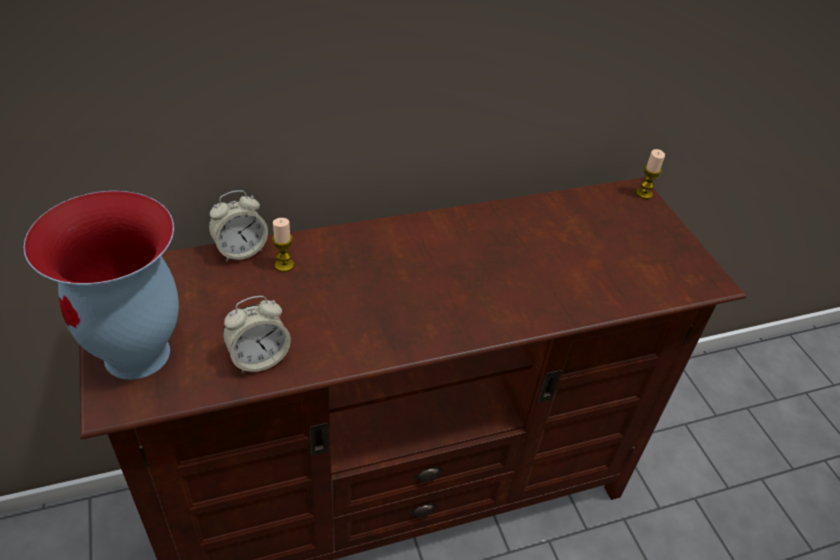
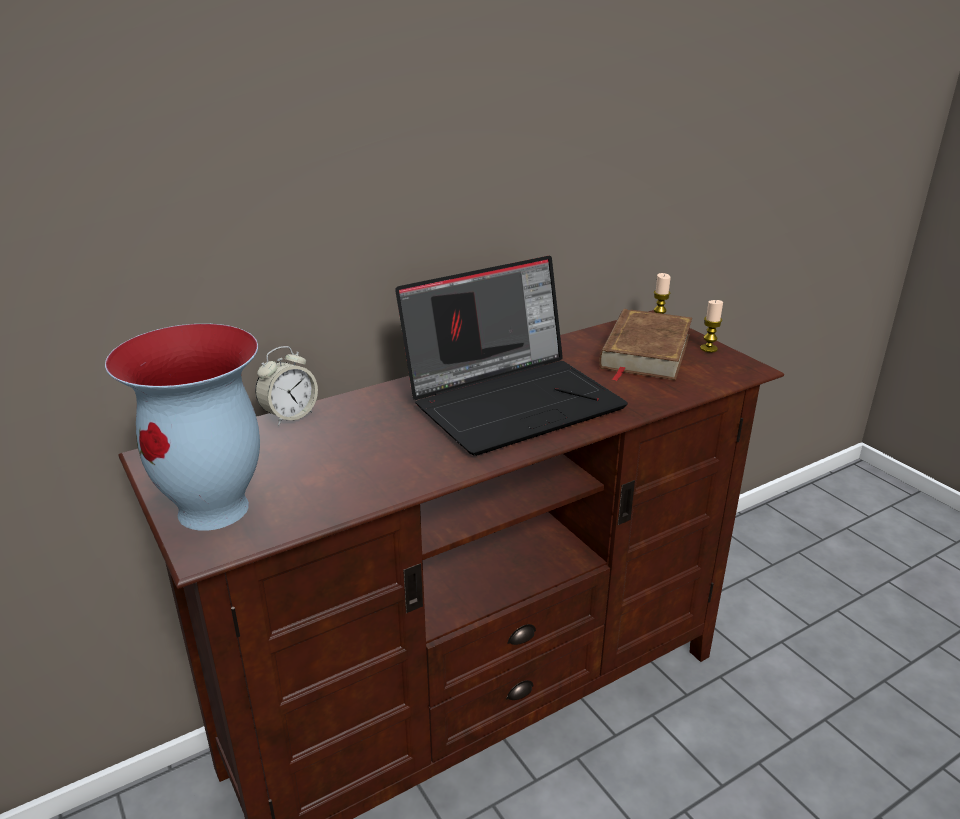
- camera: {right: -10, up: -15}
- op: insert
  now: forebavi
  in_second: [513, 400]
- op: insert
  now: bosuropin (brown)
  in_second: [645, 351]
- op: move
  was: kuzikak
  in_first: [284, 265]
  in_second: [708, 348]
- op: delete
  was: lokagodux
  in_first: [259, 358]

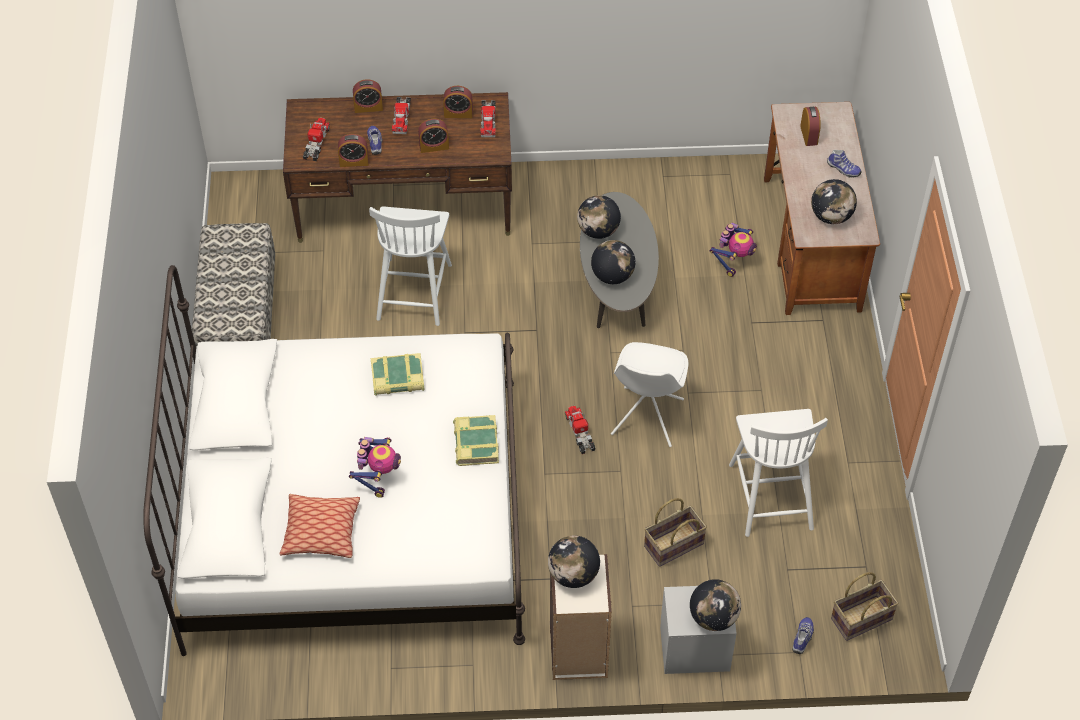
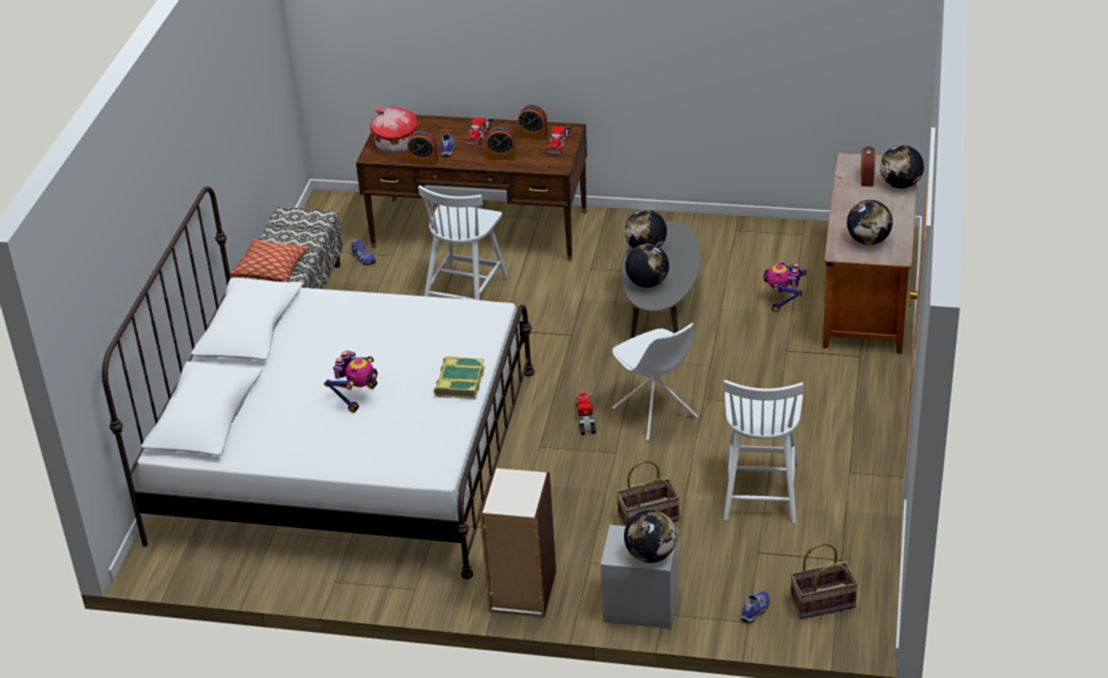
- camera: {right: 15, up: -15}
- op: move
  was: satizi
  in_first: [321, 532]
  in_second: [270, 269]
- op: move
  was: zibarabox
  in_first: [843, 169]
  in_second: [363, 259]
- op: replace
  was: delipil
  now: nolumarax
  in_first: [316, 143]
  in_second: [394, 145]
- op: rotate
  was: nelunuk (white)
  in_first: [646, 418]
  in_second: [655, 414]
  clockwise: -60
- op: rotate
  was: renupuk
  in_first: [733, 261]
  in_second: [784, 301]
  clockwise: 150
- op: move
  was: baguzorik
  in_first: [573, 575]
  in_second: [900, 185]
- op: delete
  was: lokagodux
  in_first: [368, 107]
- op: delete
  was: bosuropin
  in_first: [398, 379]

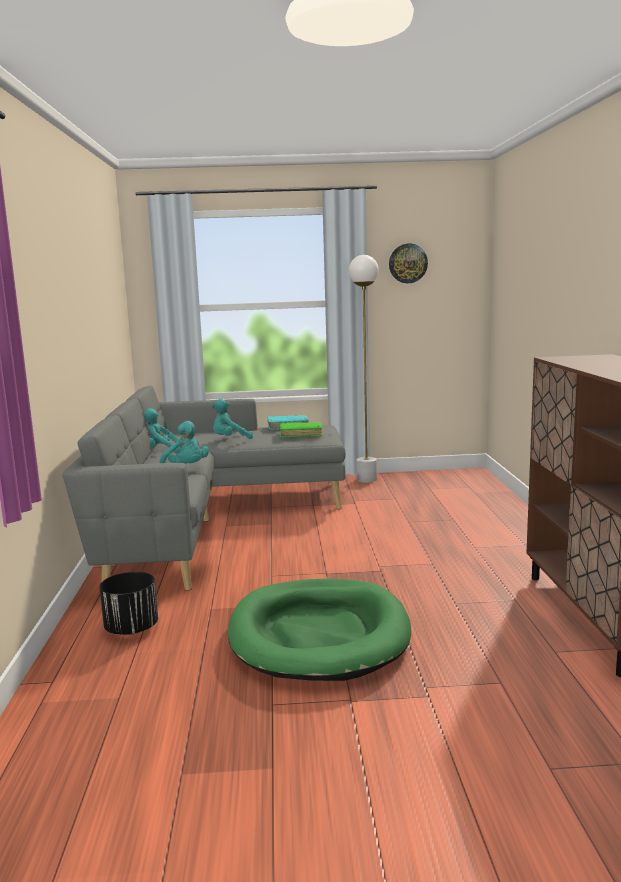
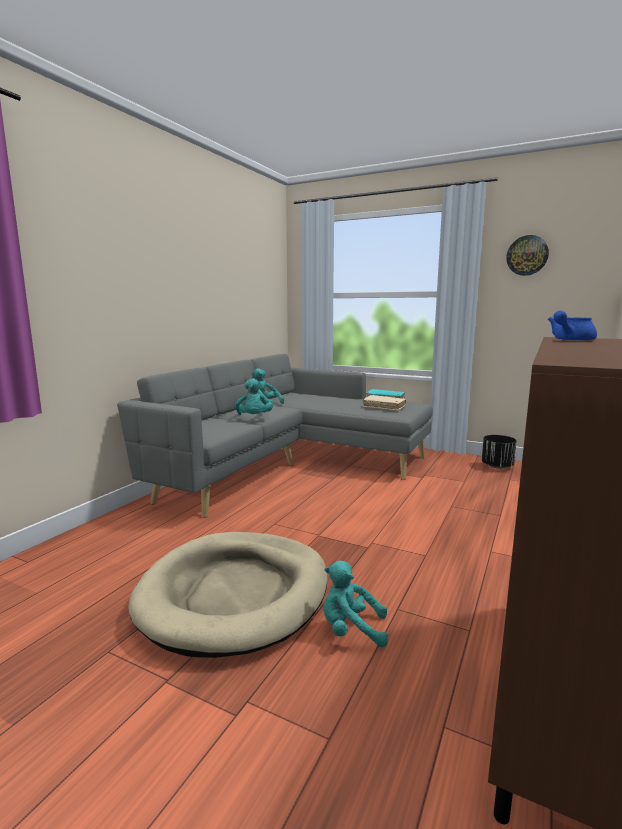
- camera: {right: 30, up: 0}
- op: recolor
  was: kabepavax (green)
  now: kabepavax (beige)
  in_first: [319, 635]
  in_second: [235, 594]
- op: move
  was: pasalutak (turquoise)
  in_first: [230, 439]
  in_second: [351, 630]
- op: recolor
  was: bosuropin (green)
  now: bosuropin (beige)
  in_first: [301, 434]
  in_second: [384, 407]
- op: move
  was: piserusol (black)
  in_first: [132, 629]
  in_second: [497, 466]
- op: insert
  now: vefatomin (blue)
  in_second: [569, 340]
- op: delete
  was: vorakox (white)
  in_first: [366, 479]

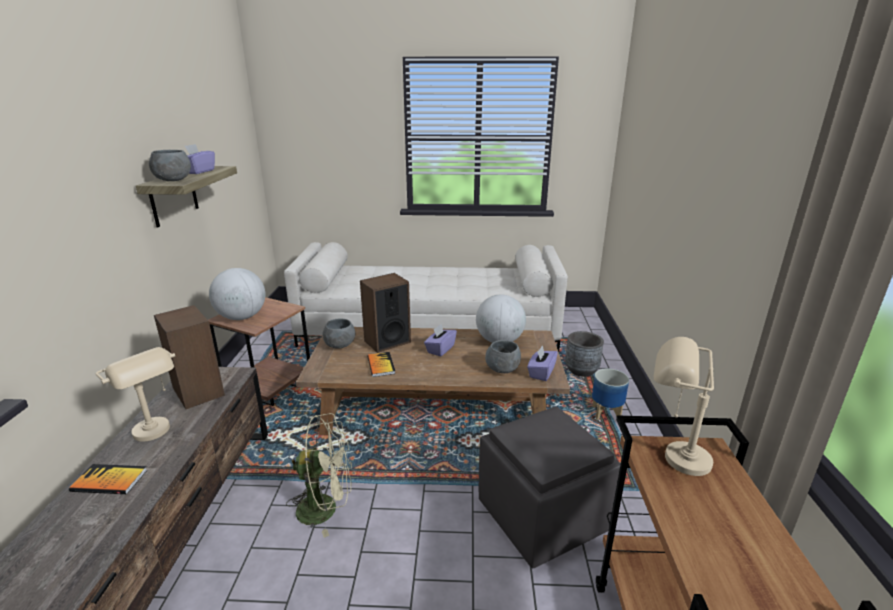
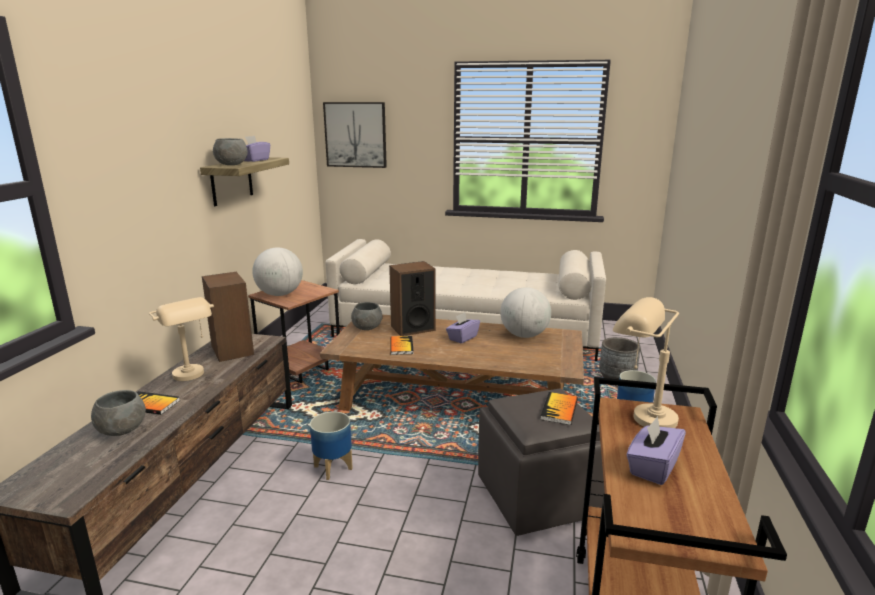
- camera: {right: 10, up: -5}
- op: move
  was: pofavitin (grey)
  in_first: [502, 369]
  in_second: [122, 430]
- op: replace
  was: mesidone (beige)
  now: piserusol
  in_first: [326, 508]
  in_second: [333, 467]
- op: insert
  now: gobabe
  in_second: [355, 135]
- op: insert
  now: bosuropin
  in_second: [559, 409]
- op: move
  was: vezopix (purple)
  in_first: [541, 373]
  in_second: [652, 467]

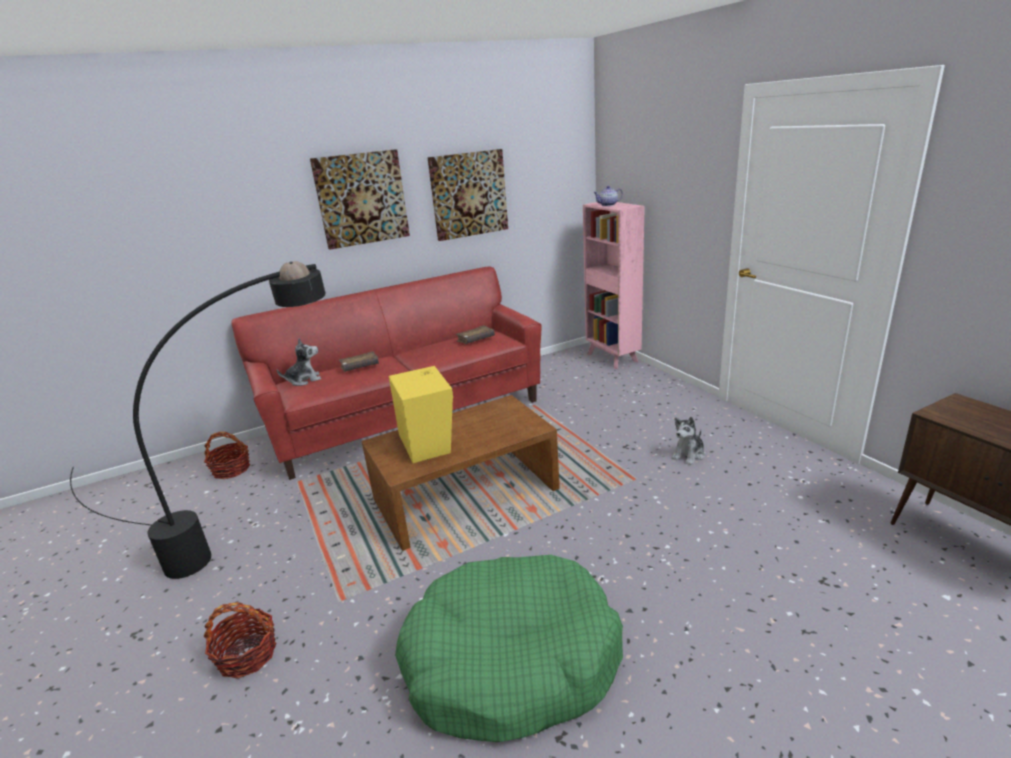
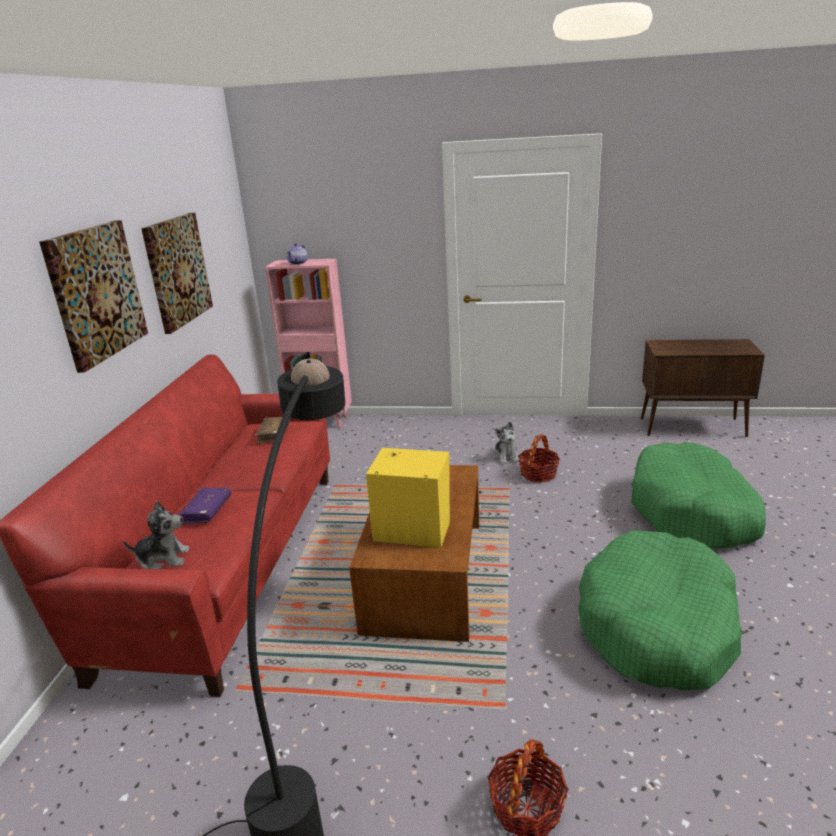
- camera: {right: -55, up: 0}
- op: rotate
  was: pasalutak
  in_first: [304, 380]
  in_second: [163, 559]
  clockwise: 75
- op: recolor
  was: bosuropin (brown)
  now: bosuropin (purple)
  in_first: [360, 367]
  in_second: [207, 511]
- op: move
  was: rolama
  in_first: [231, 469]
  in_second: [538, 474]
- op: insert
  now: kabepavax (green)
  in_second: [693, 511]

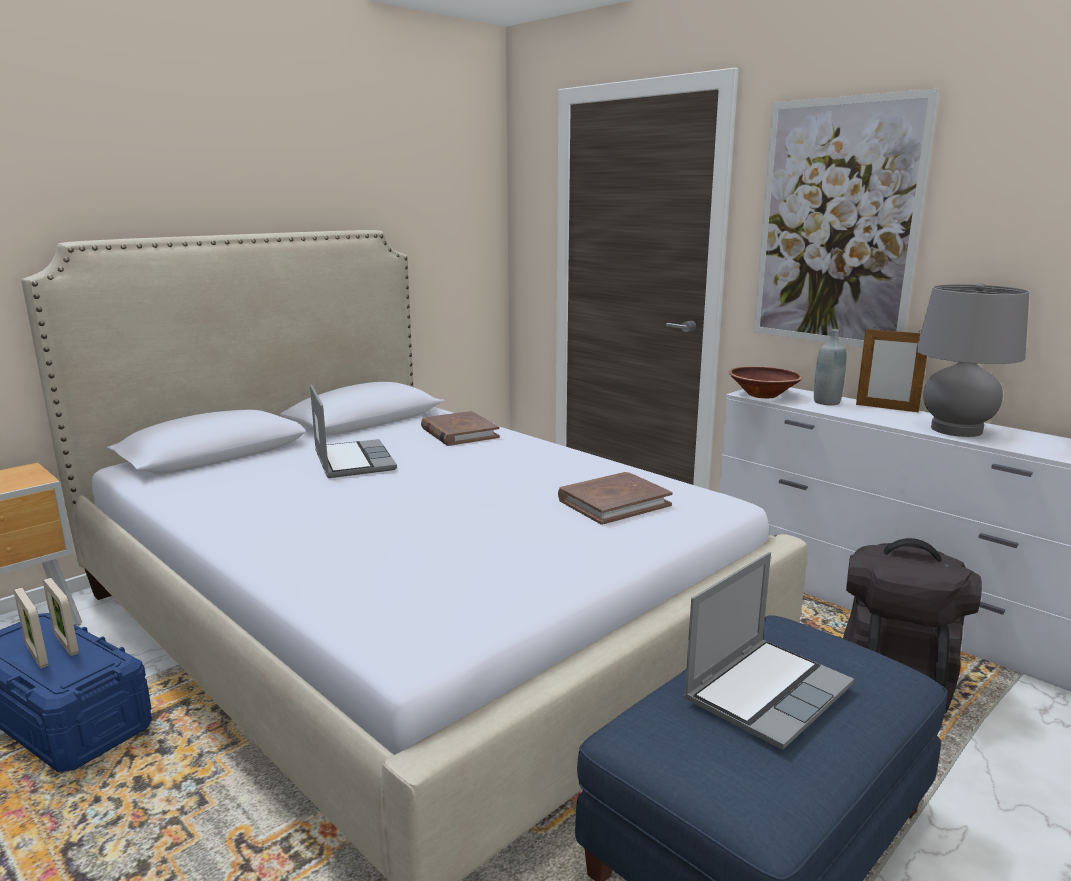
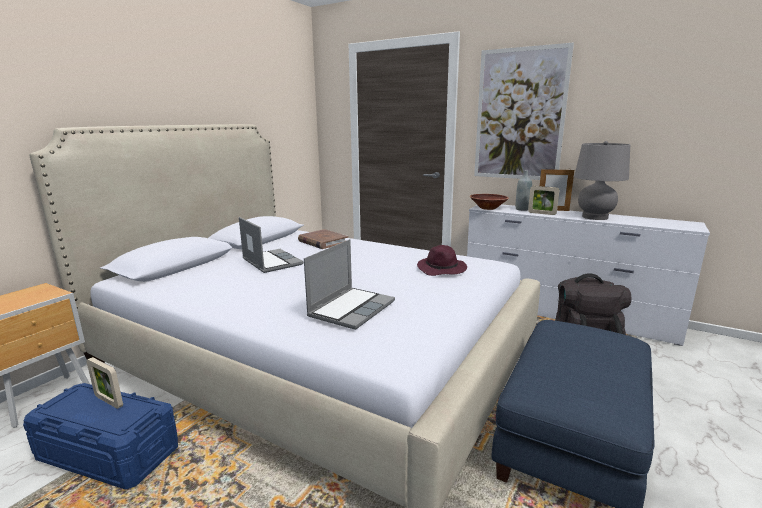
- camera: {right: -15, up: 0}
- op: move
  was: forebavi
  in_first: [767, 692]
  in_second: [351, 308]
- op: replace
  was: bosuropin (brown)
  now: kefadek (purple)
  in_first: [614, 502]
  in_second: [442, 269]
- op: move
  was: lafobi
  in_first: [37, 655]
  in_second: [542, 213]

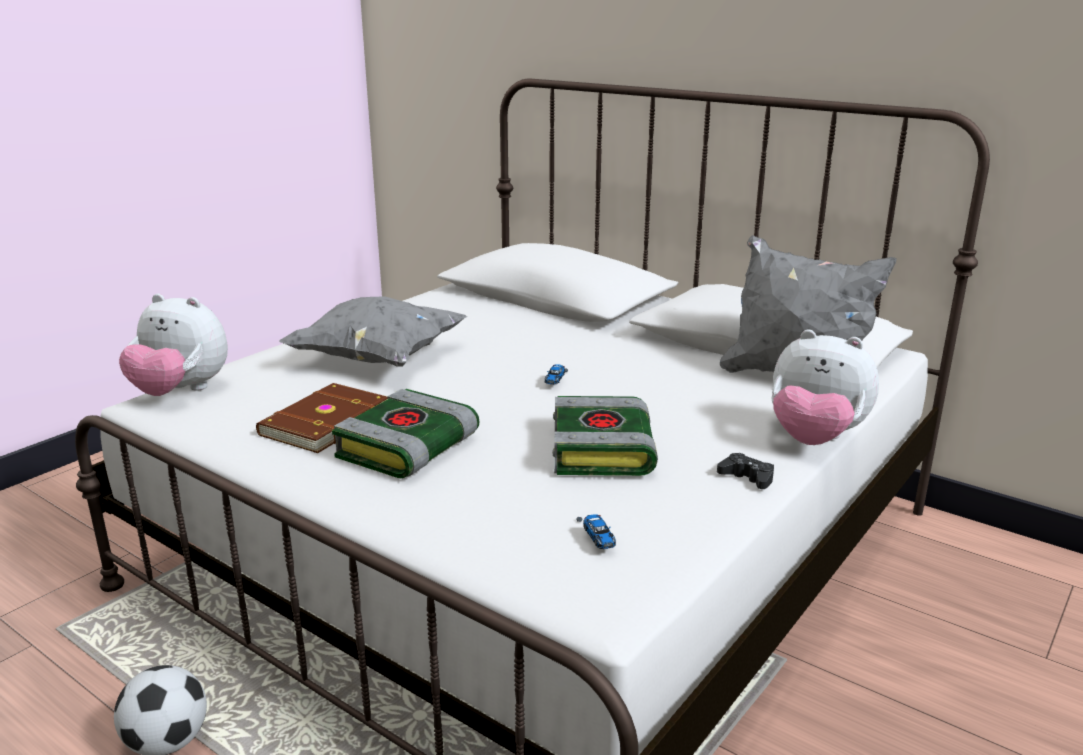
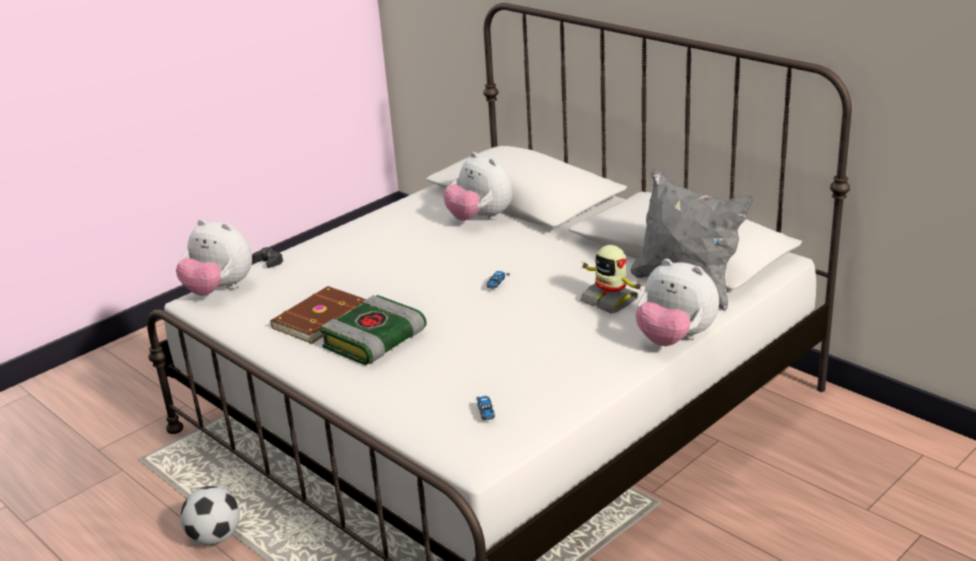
- camera: {right: 10, up: 5}
- op: move
  was: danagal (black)
  in_first: [747, 477]
  in_second: [269, 261]
- op: insert
  now: pasalutak
  in_second: [480, 219]
- op: insert
  now: renupuk
  in_second: [610, 300]
- op: delete
  was: satizi (grey)
  in_first: [377, 359]
- op: delete
  was: bosuropin
  in_first: [604, 451]

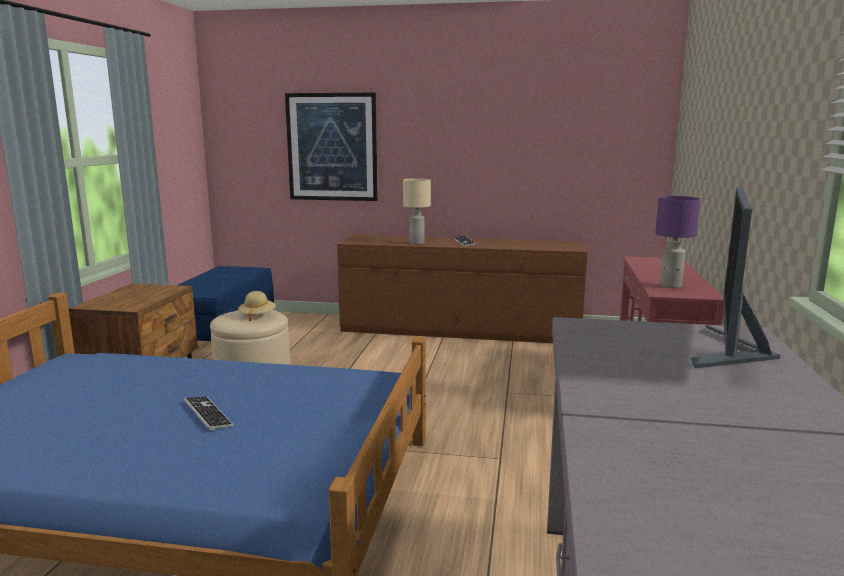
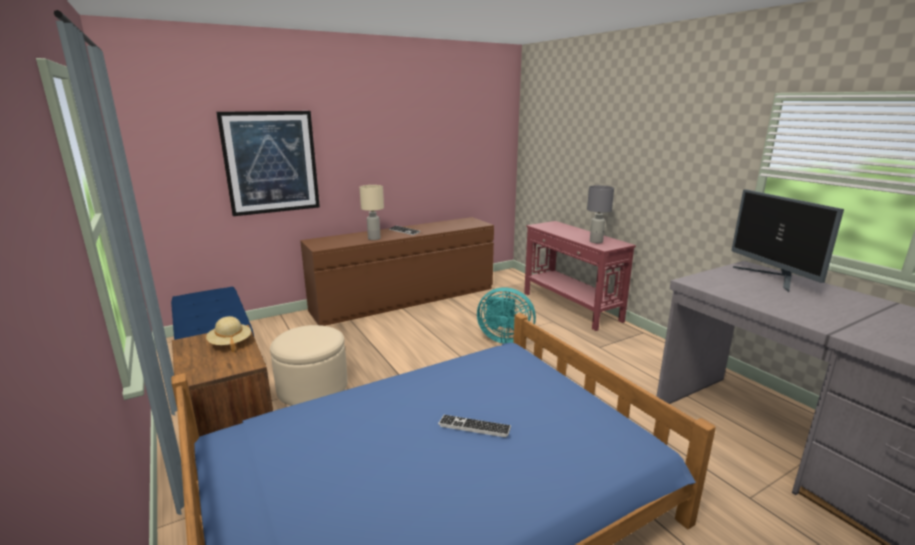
- camera: {right: -40, up: 5}
- op: move
  was: kefadek (beige)
  in_first: [257, 316]
  in_second: [230, 343]
- op: insert
  now: mesidone (turquoise)
  in_second: [504, 338]
- op: recolor
  was: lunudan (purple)
  now: lunudan (grey)
  in_first: [670, 286]
  in_second: [596, 241]

